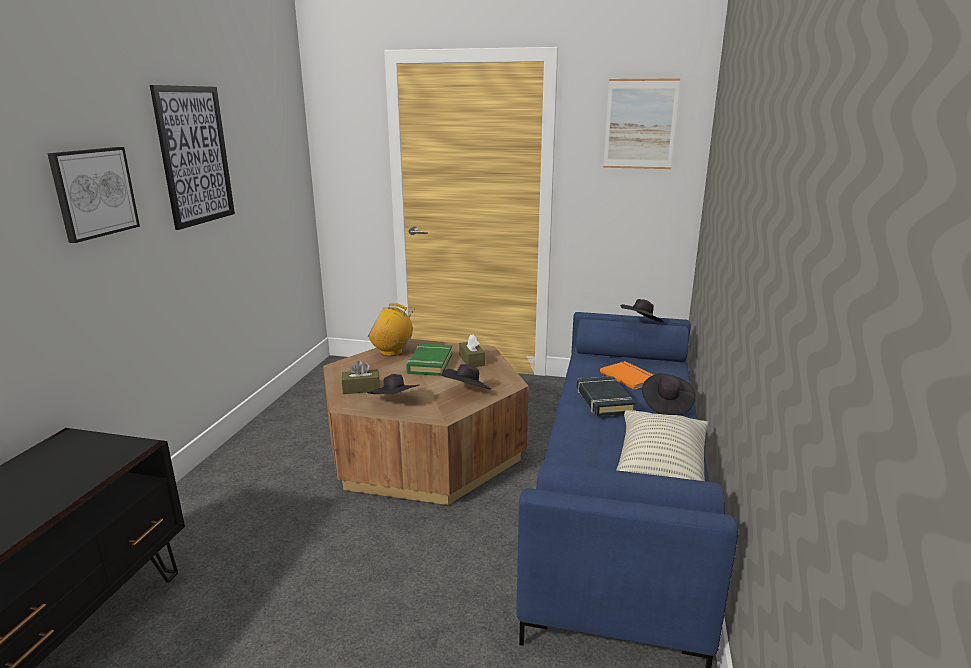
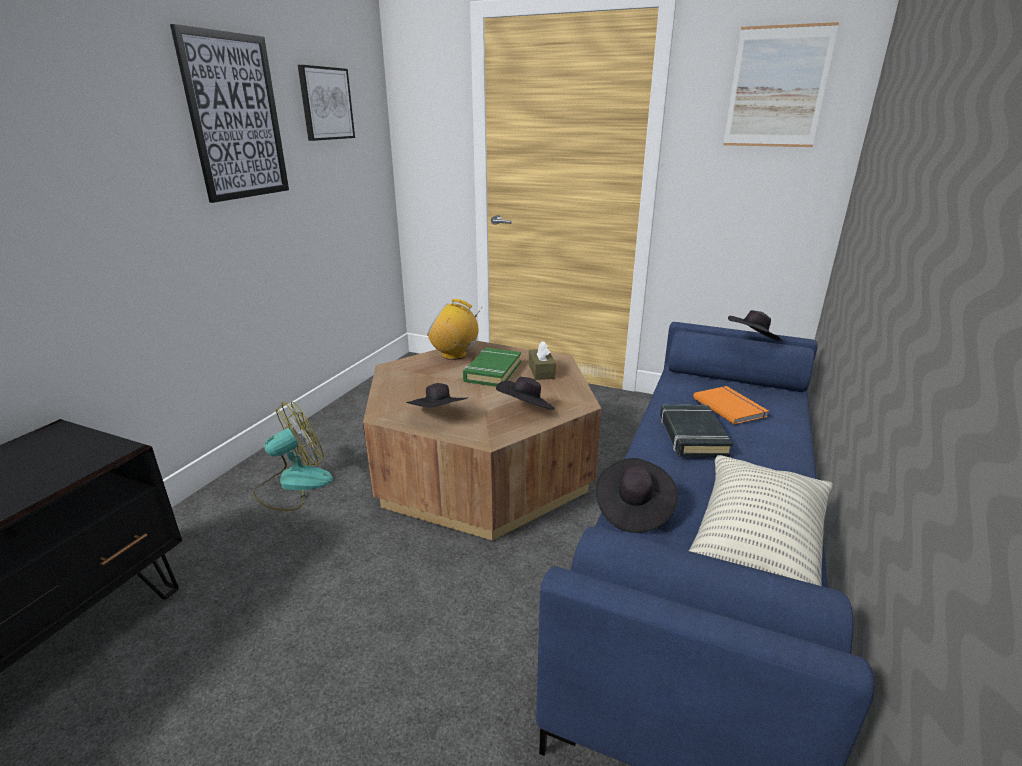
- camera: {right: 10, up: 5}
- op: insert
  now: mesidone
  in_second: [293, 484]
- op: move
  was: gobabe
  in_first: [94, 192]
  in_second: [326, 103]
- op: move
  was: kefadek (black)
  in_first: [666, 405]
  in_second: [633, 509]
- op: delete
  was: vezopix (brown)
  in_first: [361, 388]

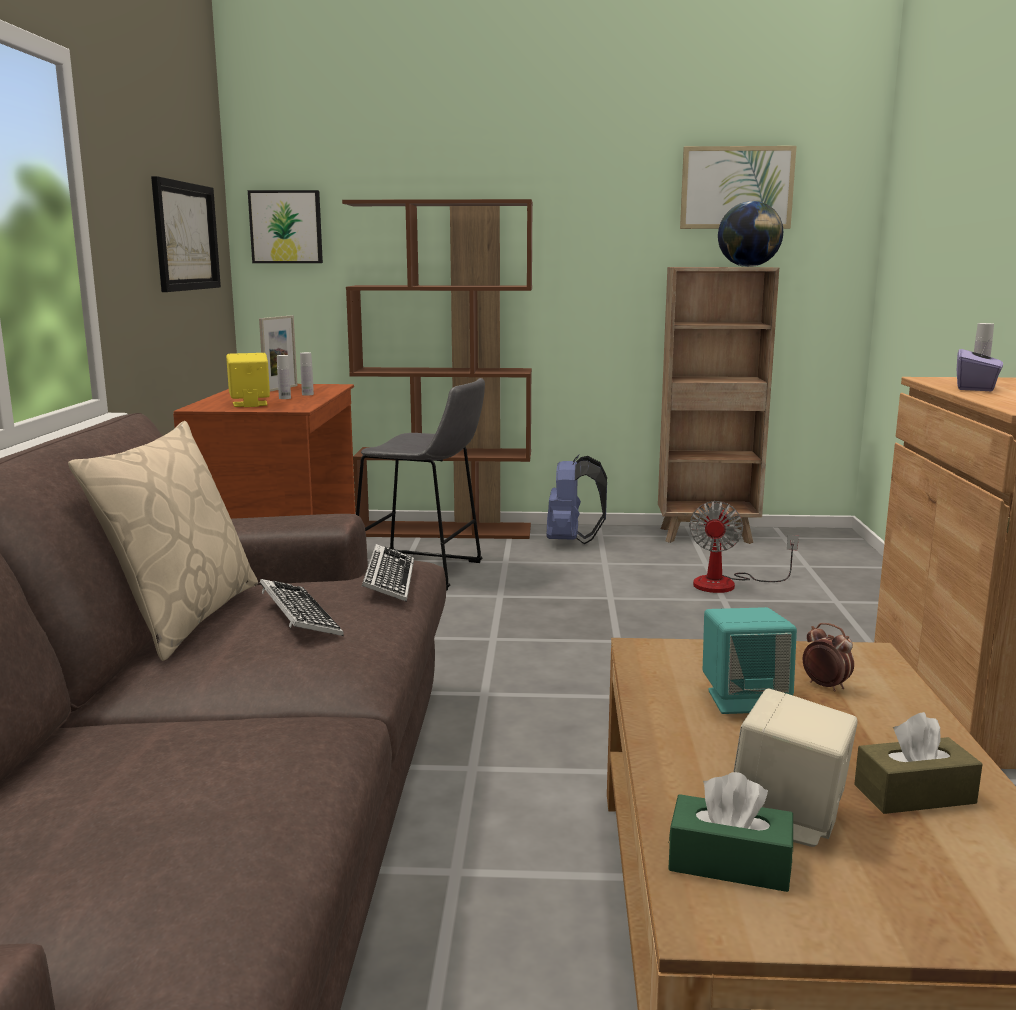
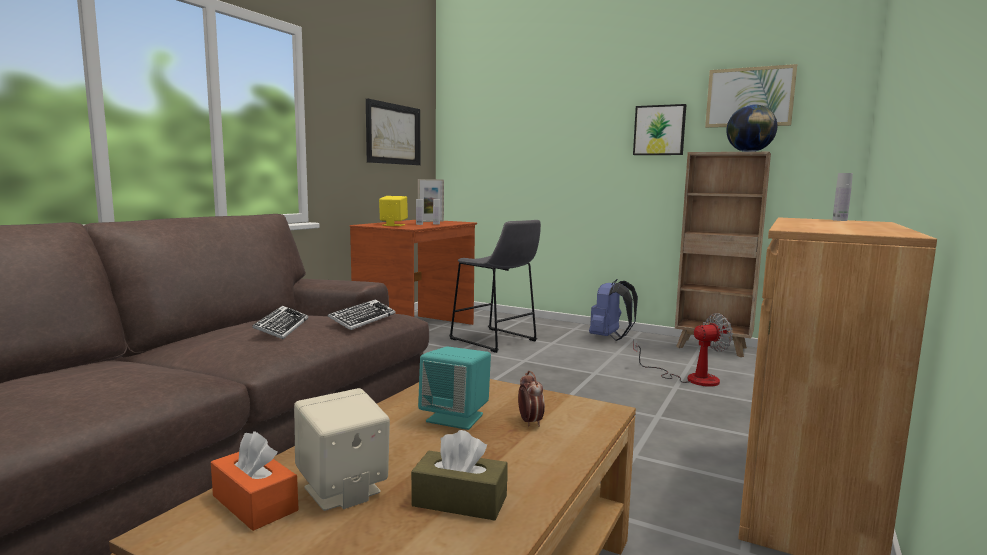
- camera: {right: 25, up: -5}
- op: recolor
  was: vezopix (green)
  now: vezopix (orange)
  in_first: [729, 863]
  in_second: [254, 503]
- op: move
  was: gobabe
  in_first: [286, 227]
  in_second: [659, 130]
- op: rotate
  was: mesidone
  in_first: [727, 584]
  in_second: [691, 378]
  clockwise: -150
- op: delete
  was: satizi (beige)
  in_first: [182, 617]
- op: delete
  was: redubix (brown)
  in_first: [446, 530]
- op: delete
  was: vezopix (purple)
  in_first: [976, 388]

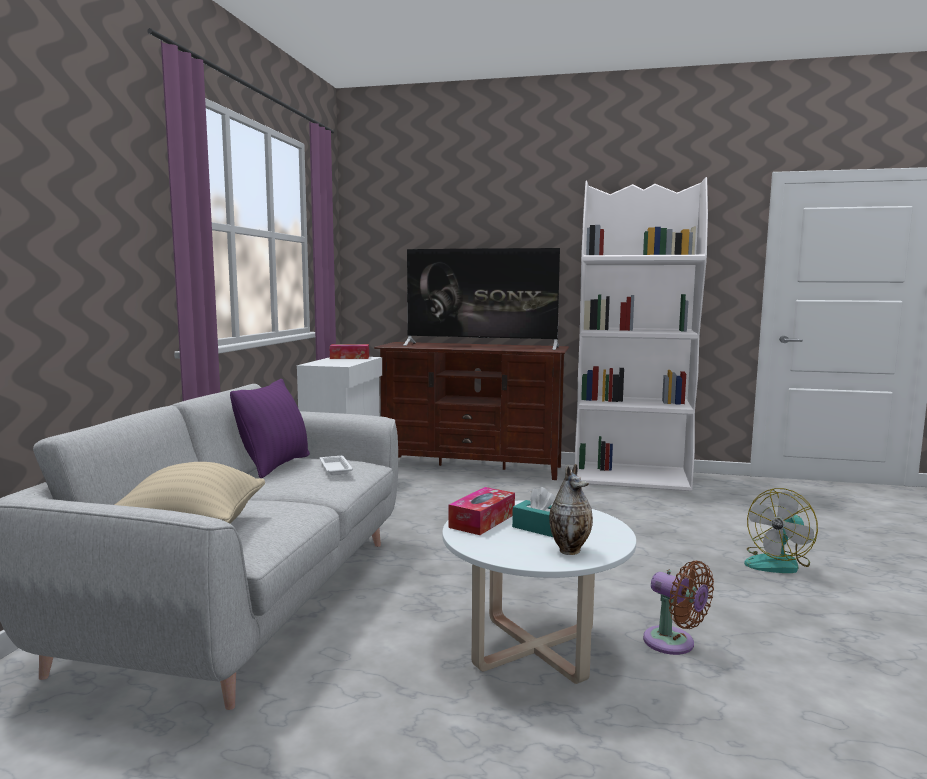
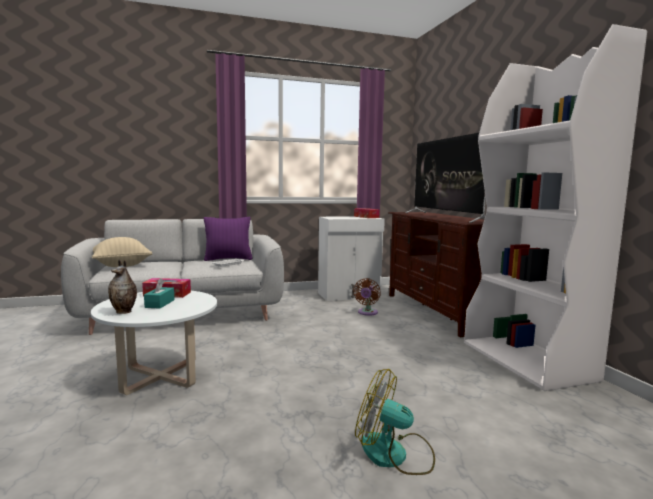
- camera: {right: 60, up: 0}
- op: move
  was: mesidone (brown)
  in_first: [673, 643]
  in_second: [367, 313]

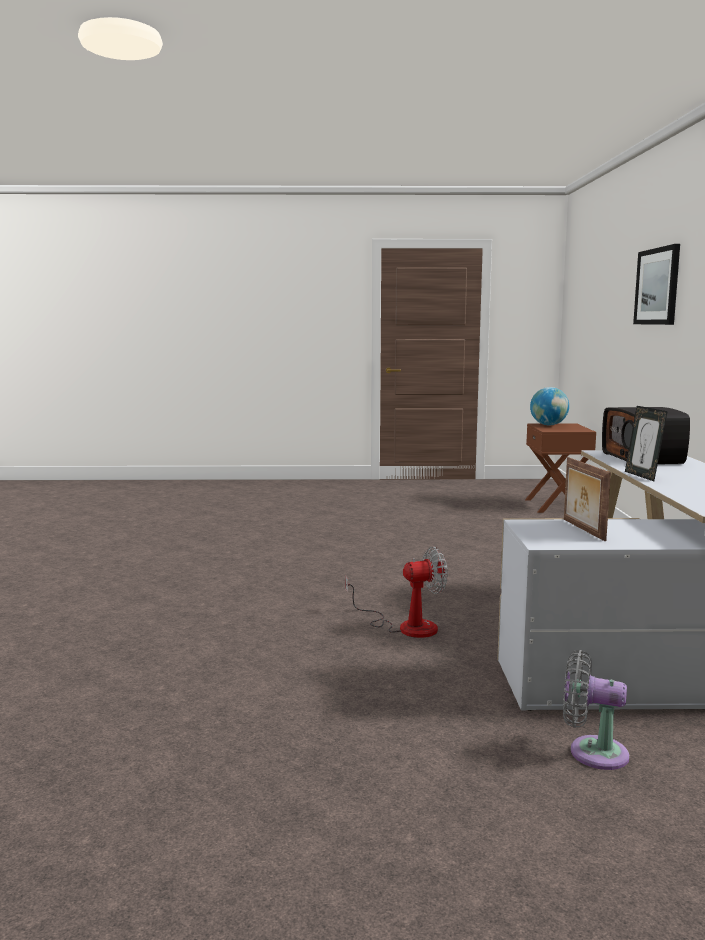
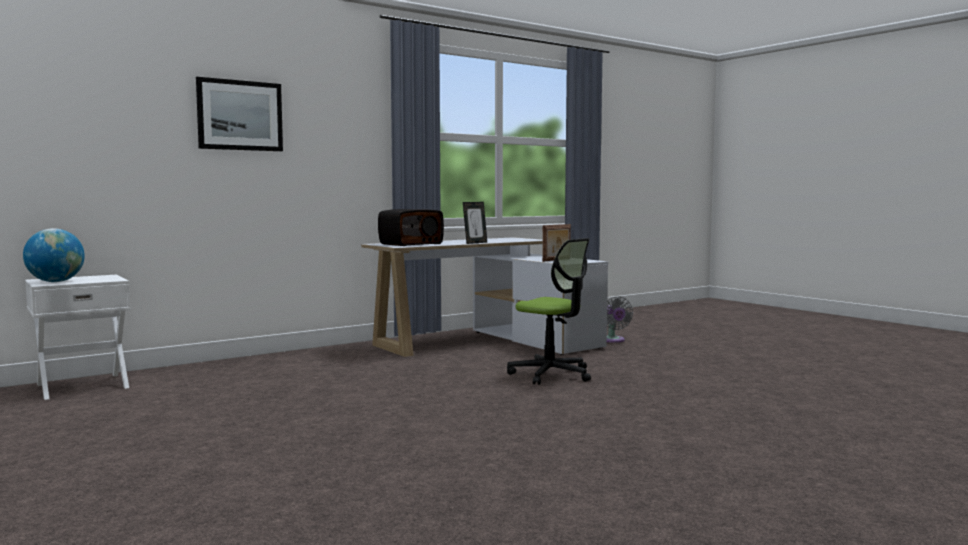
- camera: {right: -125, up: -5}
- op: recolor
  was: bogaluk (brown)
  now: bogaluk (white)
  in_first: [557, 506]
  in_second: [82, 386]
- op: replace
  was: mesidone
  now: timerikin
  in_first: [406, 626]
  in_second: [551, 374]

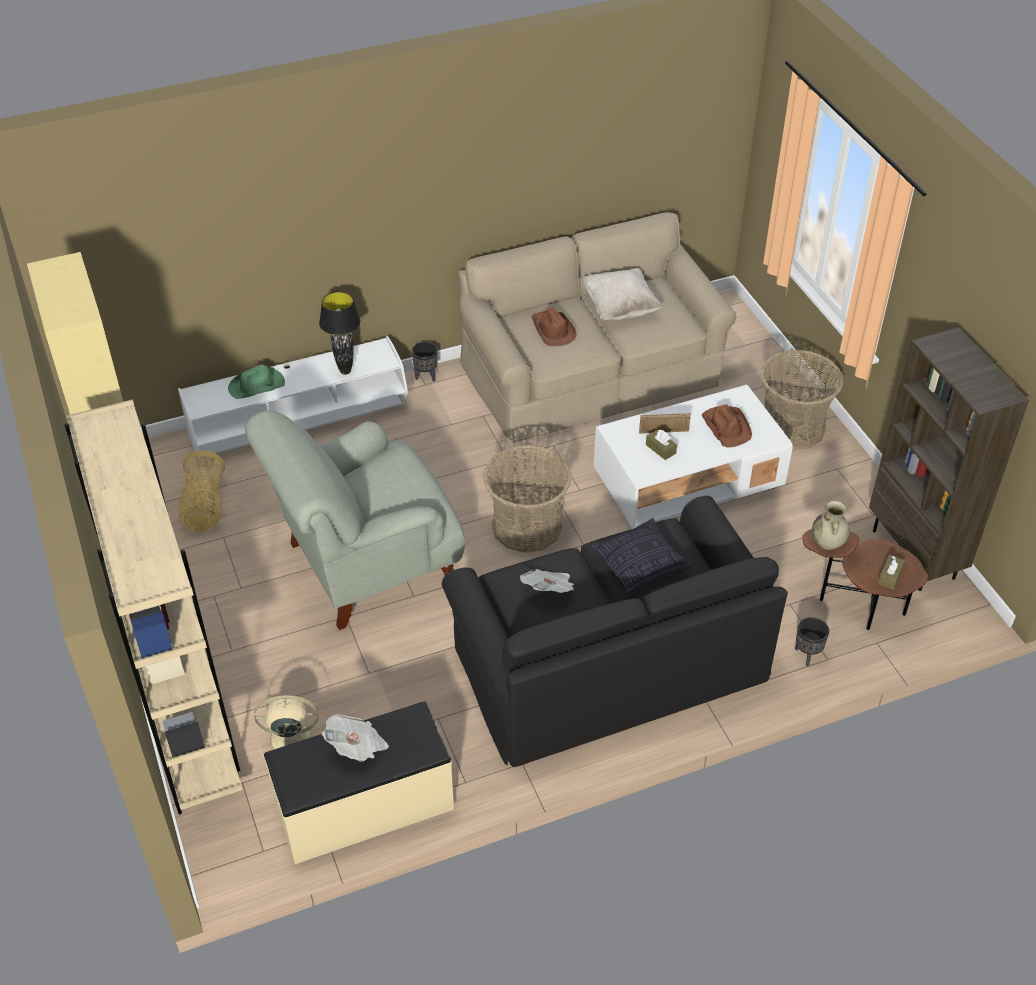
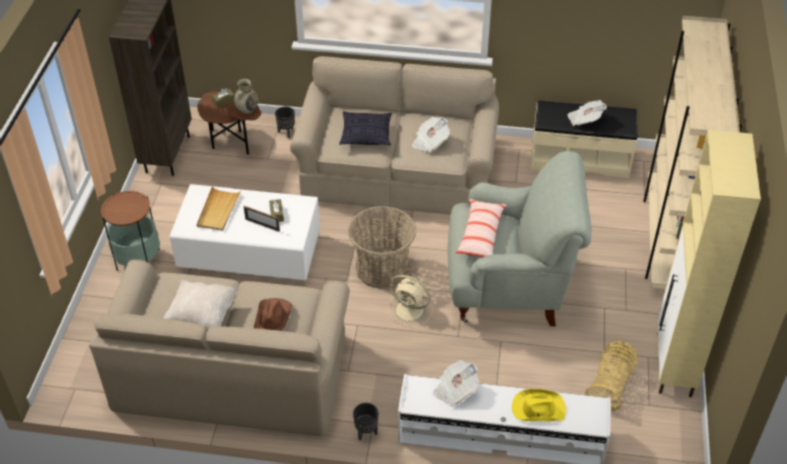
- camera: {right: -150, up: 0}
- op: replace
  was: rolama
  now: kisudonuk
  in_first: [792, 427]
  in_second: [138, 259]
- op: replace
  was: kefadek (brown)
  now: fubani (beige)
  in_first: [726, 427]
  in_second: [218, 210]
- op: recolor
  was: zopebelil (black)
  now: zopebelil (beige)
  in_first: [607, 661]
  in_second: [398, 172]
- op: move
  was: mesidone (beige)
  in_first: [289, 739]
  in_second: [411, 310]
- op: replace
  was: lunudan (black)
  now: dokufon
  in_first: [345, 371]
  in_second: [455, 390]
- op: insert
  now: satizi
  in_second: [480, 234]
- op: recolor
  was: kefadek (green)
  now: kefadek (yellow)
  in_first: [257, 386]
  in_second: [538, 408]

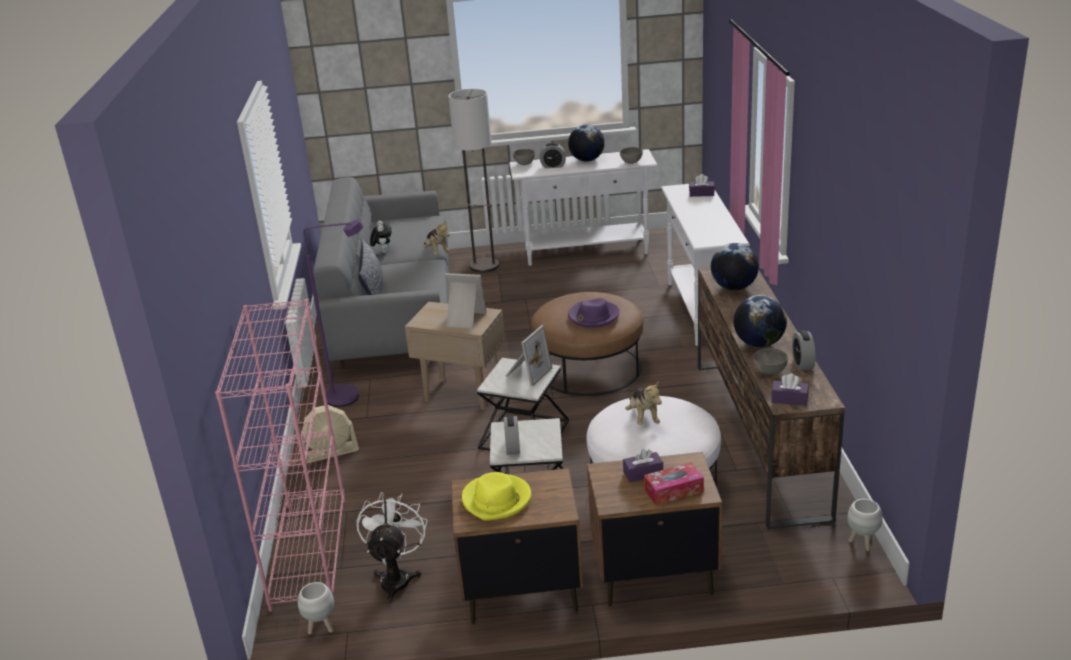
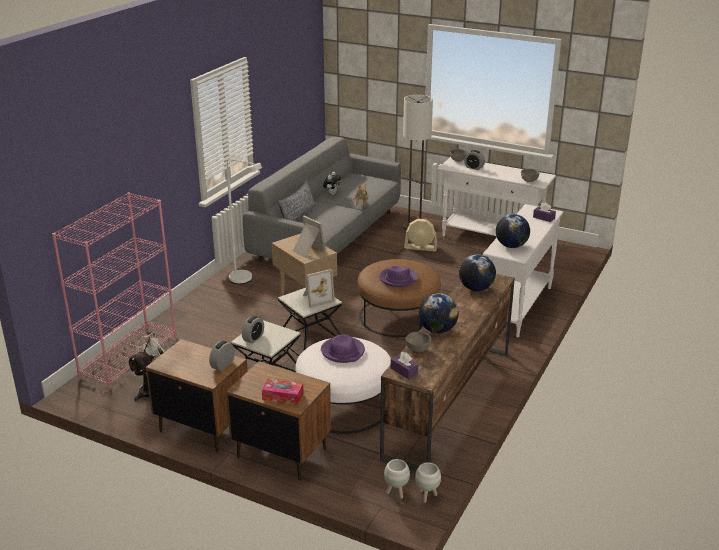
- camera: {right: 30, up: 0}
- op: move
  was: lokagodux
  in_first: [802, 363]
  in_second: [222, 365]
- op: recolor
  was: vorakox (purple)
  now: vorakox (white)
  in_first: [352, 396]
  in_second: [246, 280]
- op: replace
  was: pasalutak
  now: kefadek (purple)
  in_first: [643, 417]
  in_second: [343, 351]
- op: move
  was: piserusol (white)
  in_first: [321, 628]
  in_second: [396, 493]
- op: move
  was: mesidone (beige)
  in_first: [331, 452]
  in_second: [421, 247]
- op: move
  was: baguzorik
  in_first: [587, 160]
  in_second: [511, 246]
- op: delete
  was: kefadek (yellow)
  in_first: [497, 500]
- op: delete
  was: vezopix (purple)
  in_first: [643, 473]

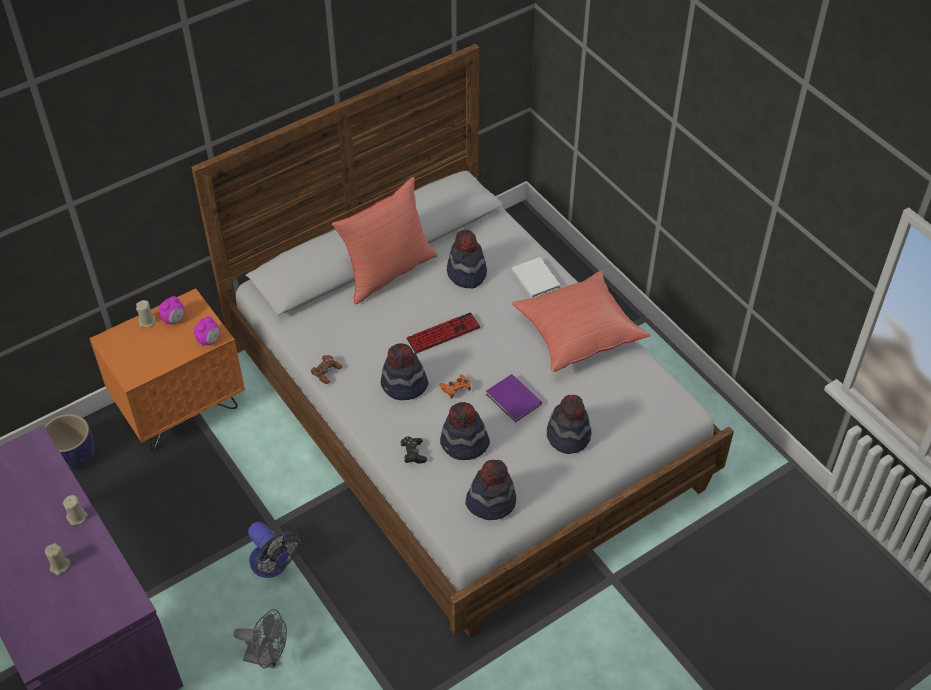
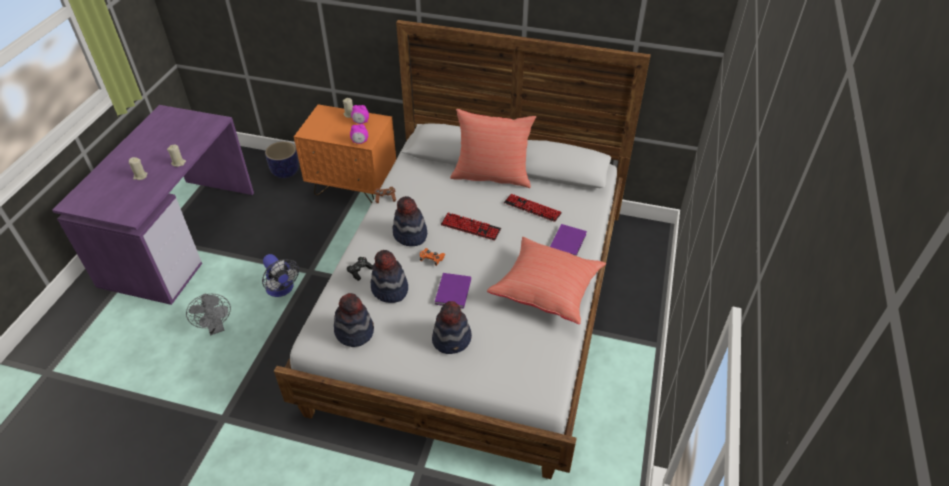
- camera: {right: 50, up: -5}
- op: rotate
  was: mesidone
  in_first: [273, 565]
  in_second: [282, 289]
  clockwise: -45
- op: replace
  was: kefadek
  now: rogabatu
  in_first: [466, 273]
  in_second: [532, 208]
- op: recolor
  was: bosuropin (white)
  now: bosuropin (purple)
  in_first: [535, 278]
  in_second: [568, 241]

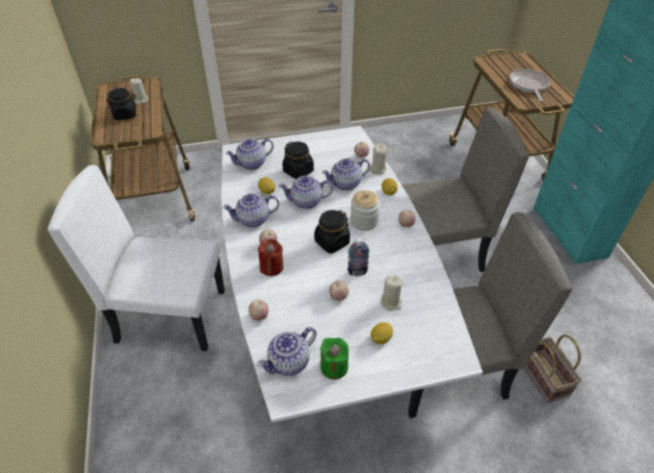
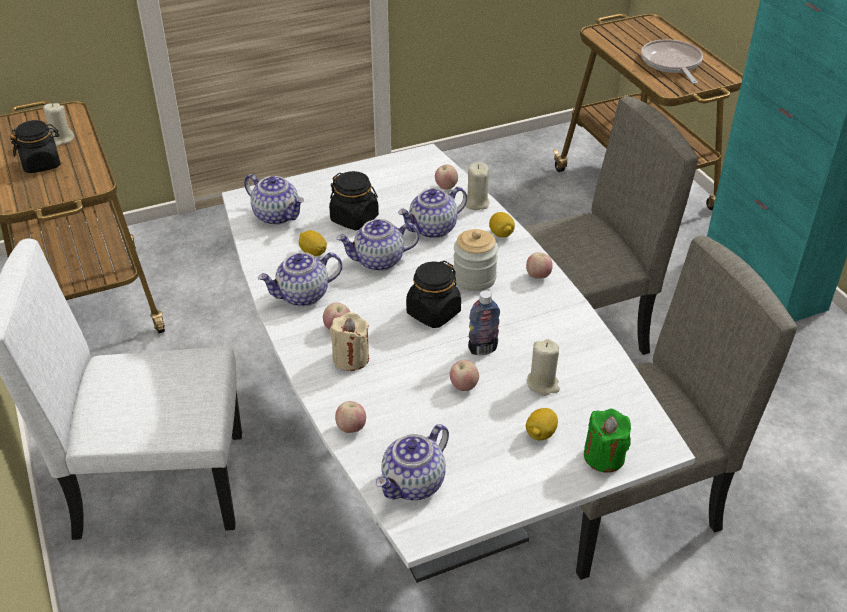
- camera: {right: -10, up: -5}
- op: rotate
  was: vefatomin
  in_first: [251, 164]
  in_second: [277, 215]
  clockwise: -105
- op: recolor
  was: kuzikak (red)
  now: kuzikak (beige)
  in_first: [271, 267]
  in_second: [351, 358]
- op: move
  was: kuzikak (green)
  in_first: [334, 367]
  in_second: [604, 457]
- op: delete
  was: rolama
  in_first: [546, 378]

